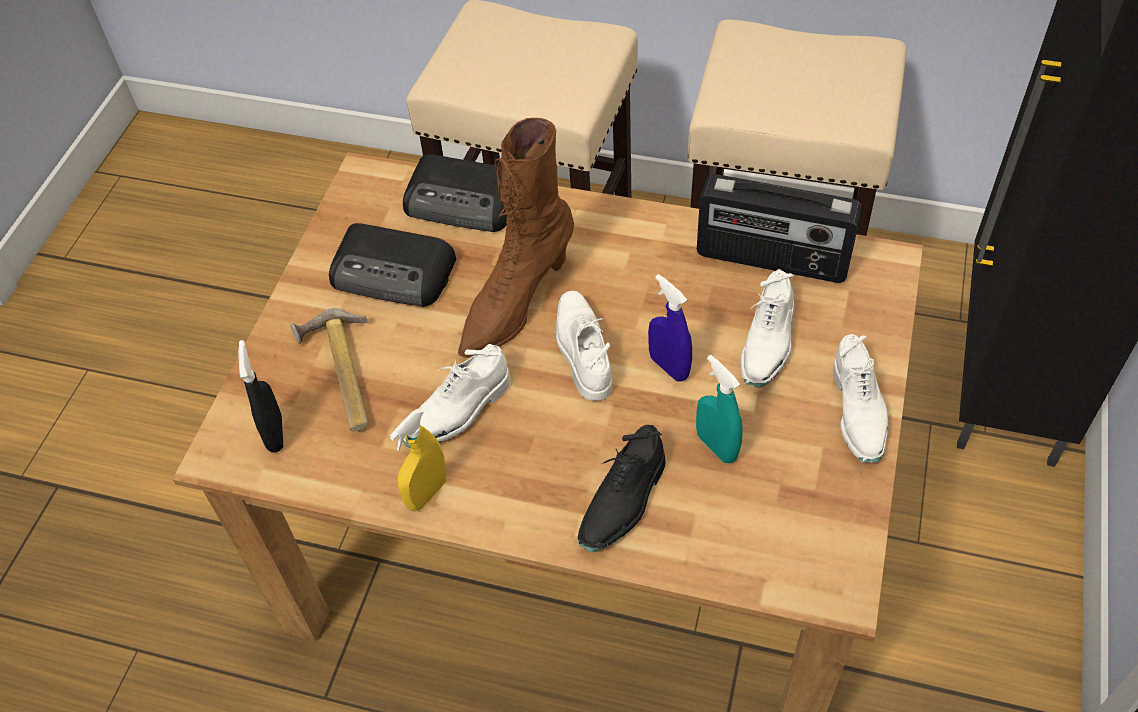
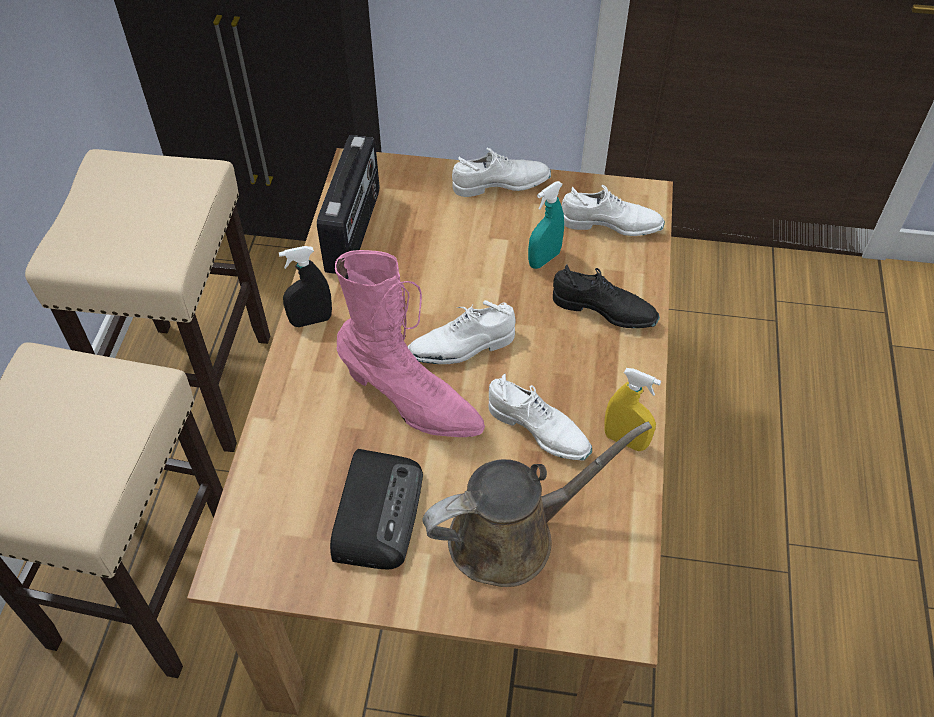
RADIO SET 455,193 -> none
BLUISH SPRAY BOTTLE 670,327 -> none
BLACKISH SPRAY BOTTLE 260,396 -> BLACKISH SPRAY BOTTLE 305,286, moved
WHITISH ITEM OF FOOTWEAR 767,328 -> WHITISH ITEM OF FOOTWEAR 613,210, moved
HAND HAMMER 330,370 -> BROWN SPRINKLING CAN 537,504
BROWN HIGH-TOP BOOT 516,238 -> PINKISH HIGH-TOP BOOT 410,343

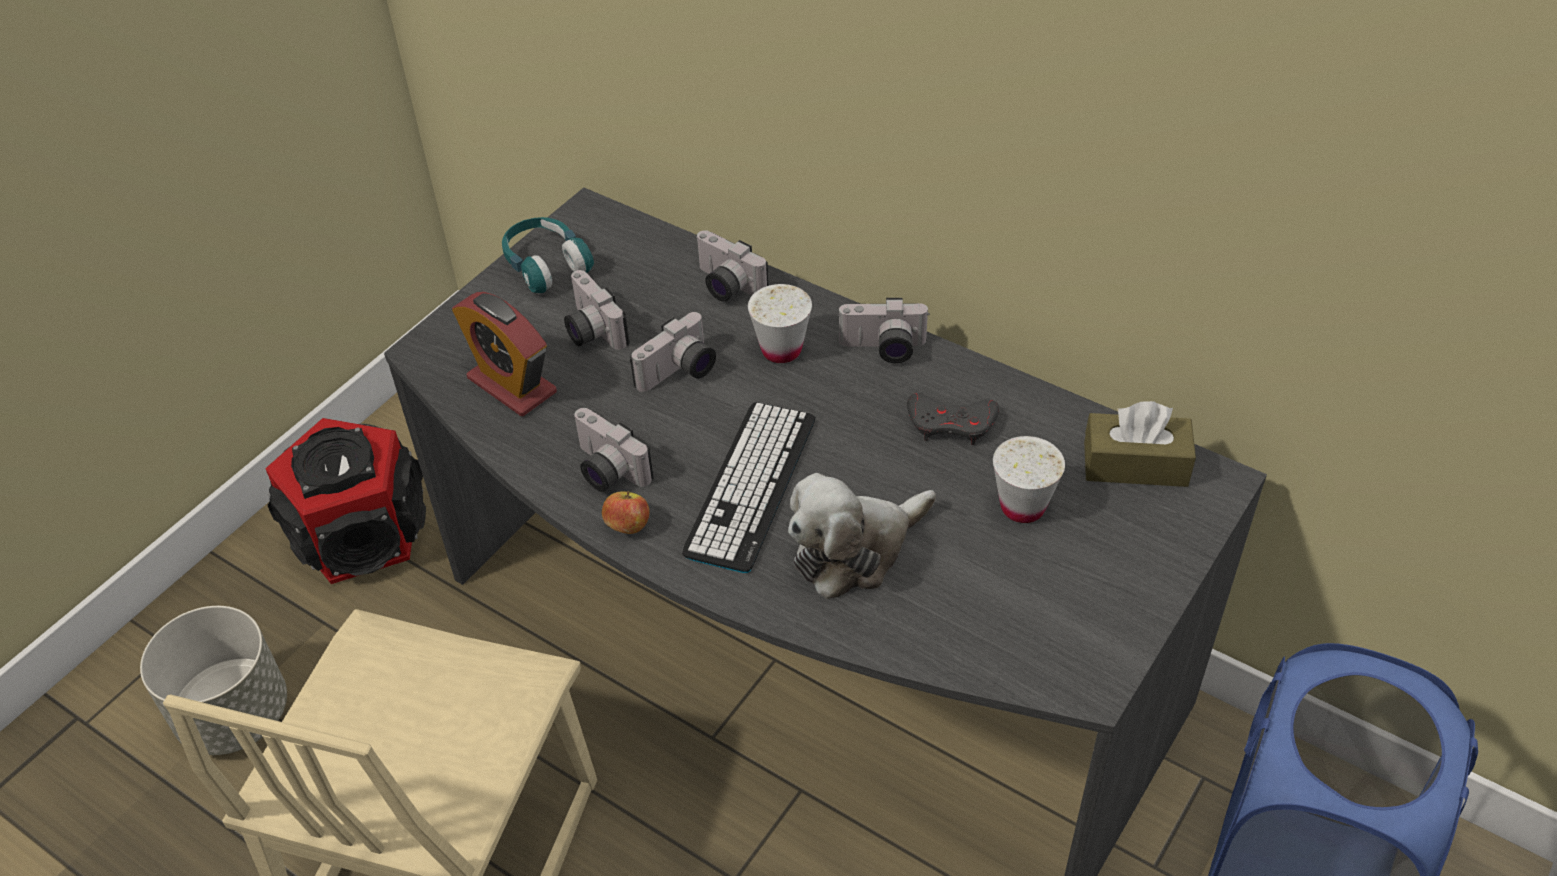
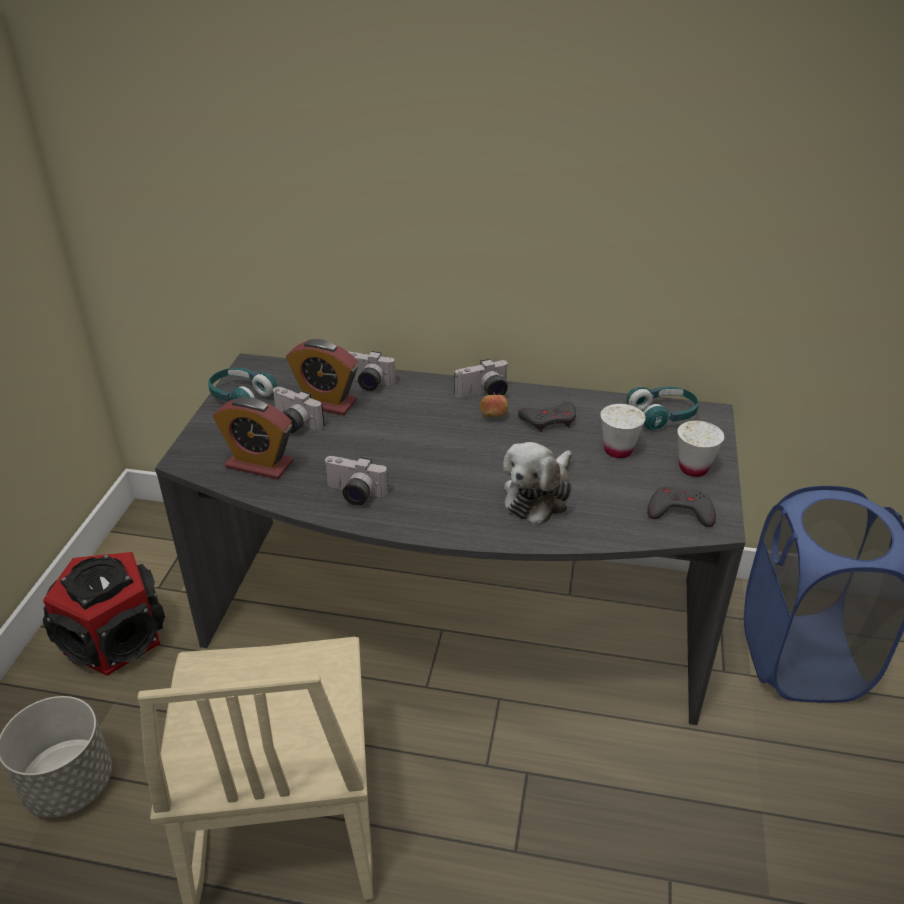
STILL CAMERA 673,352 -> none
PC KEYBOARD 748,487 -> none
none -> ALARM CLOCK 322,377
none -> GREYISH GAME CONTROLLER 681,507
APPLE 625,512 -> APPLE 494,404, moved
WHITISH DRINKING CUP 780,323 -> WHITISH DRINKING CUP 701,449, moved
BROWN BOX OF TISSUES 1140,444 -> TURQUOISE PAIR OF HEADPHONES 663,408

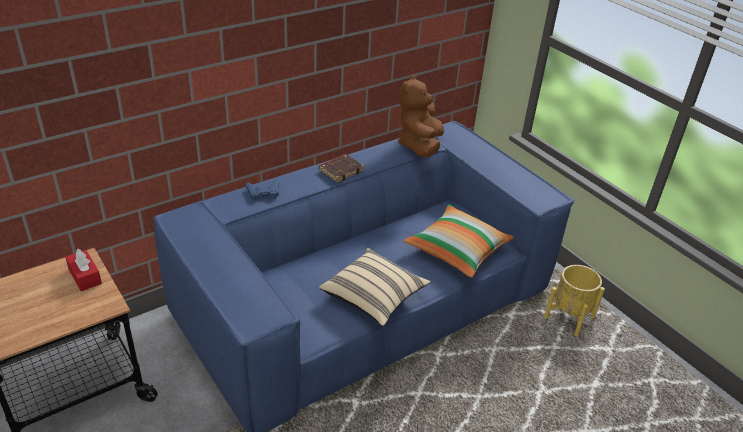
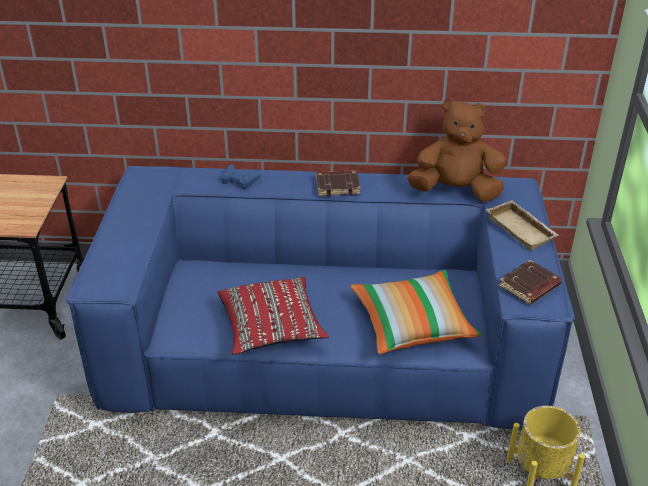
RED-COLOURED BOX OF TISSUES 83,270 -> none
none -> SAND-COLOURED TRAY 522,225
none -> BROWN BOUND BOOK 530,282
SAND-COLOURED CUSHION 374,287 -> RED-COLOURED CUSHION 273,316
BROWN PLUSH TOY 421,116 -> BROWN PLUSH TOY 456,150, 45 degrees clockwise

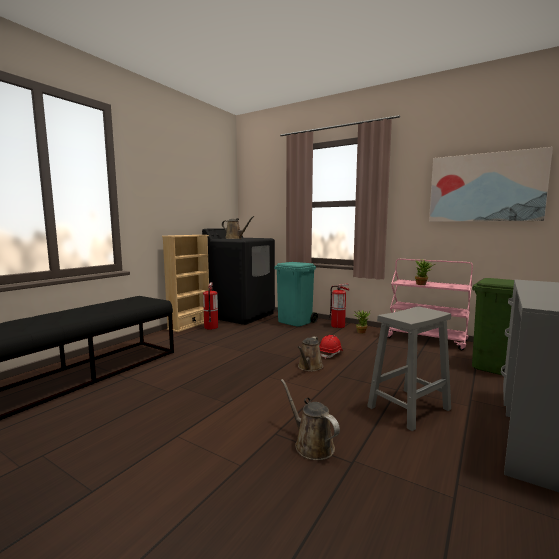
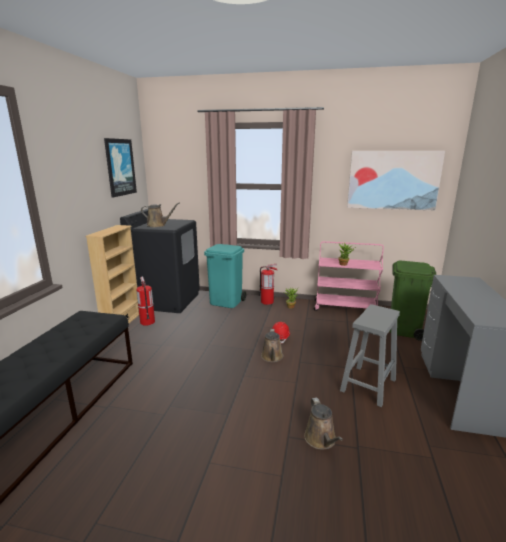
none -> WALL PICTURE 120,168
BROWN SPRINKLING CAN 310,419 -> BROWN SPRINKLING CAN 323,423, 135 degrees counterclockwise

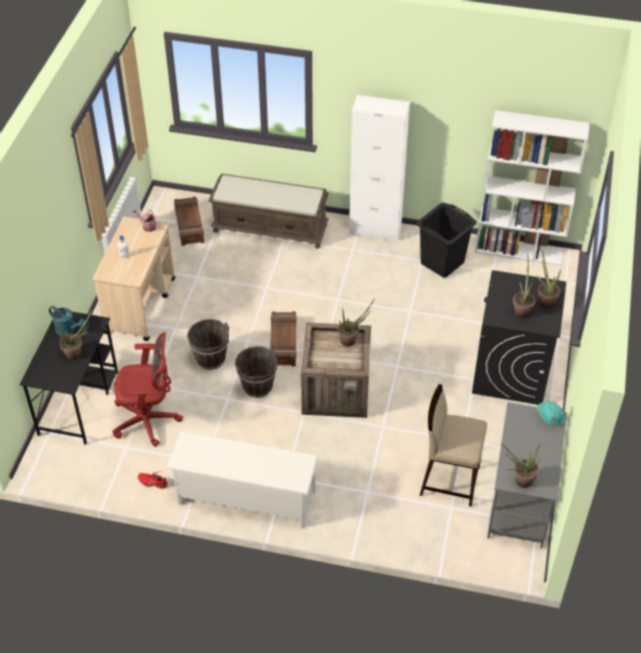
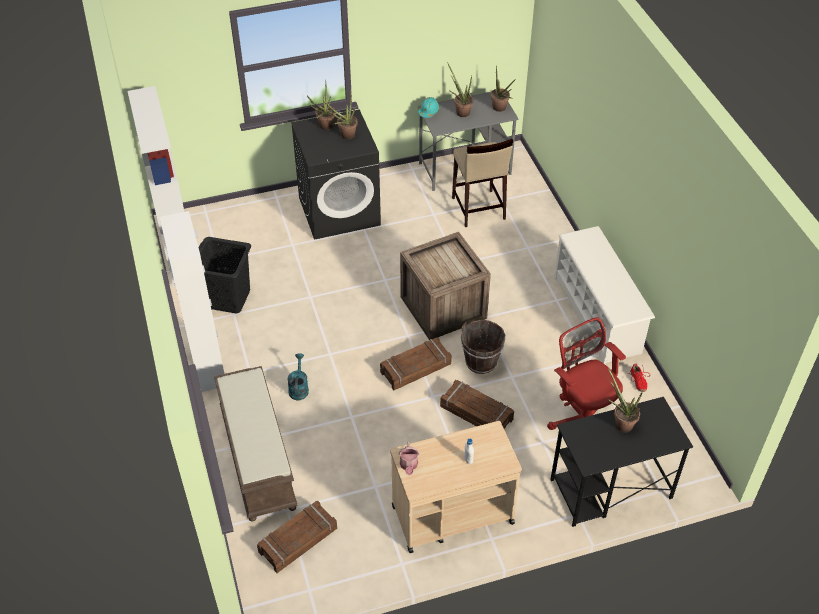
TURQUOISE SPRINKLING CAN 67,321 -> TURQUOISE SPRINKLING CAN 298,376, moved
HOUSEPLANT 356,322 -> HOUSEPLANT 460,89, moved
BROWN PAIL 208,344 -> SHIPPING CRATE 477,404

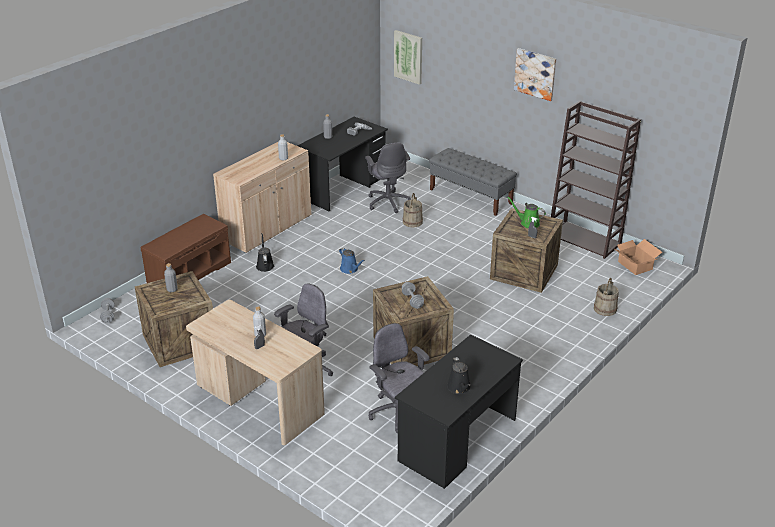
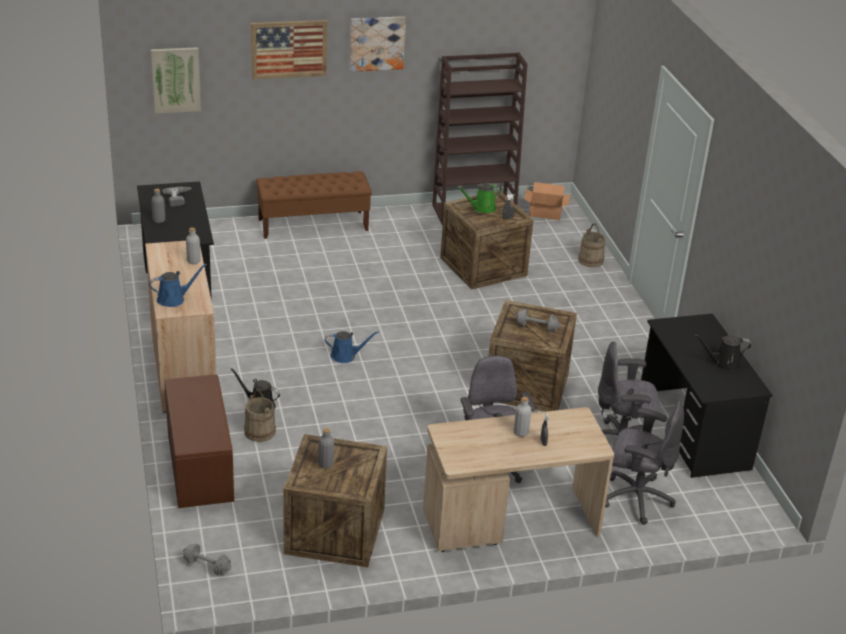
none -> BLUISH SPRINKLING CAN 178,285
none -> WALL PICTURE 289,49
GREYISH DESK CHAIR 388,178 -> GREYISH DESK CHAIR 644,463, moved
SAND-COLOURED PAIL 413,210 -> SAND-COLOURED PAIL 260,416, moved
GREYISH LONG SEAT 473,182 -> BROWN LONG SEAT 314,205
BLACKISH SPRINKLING CAN 459,375 -> BLACKISH SPRINKLING CAN 723,353, 150 degrees clockwise

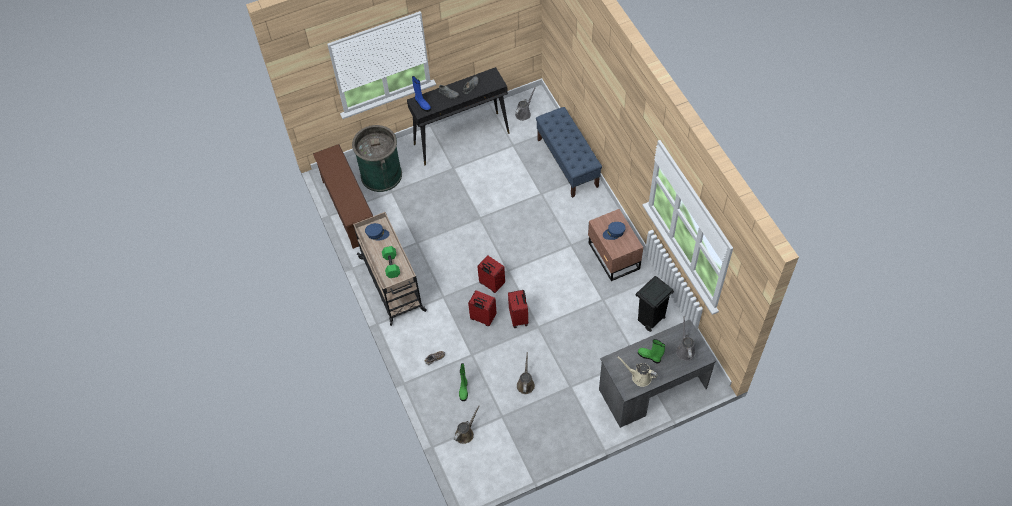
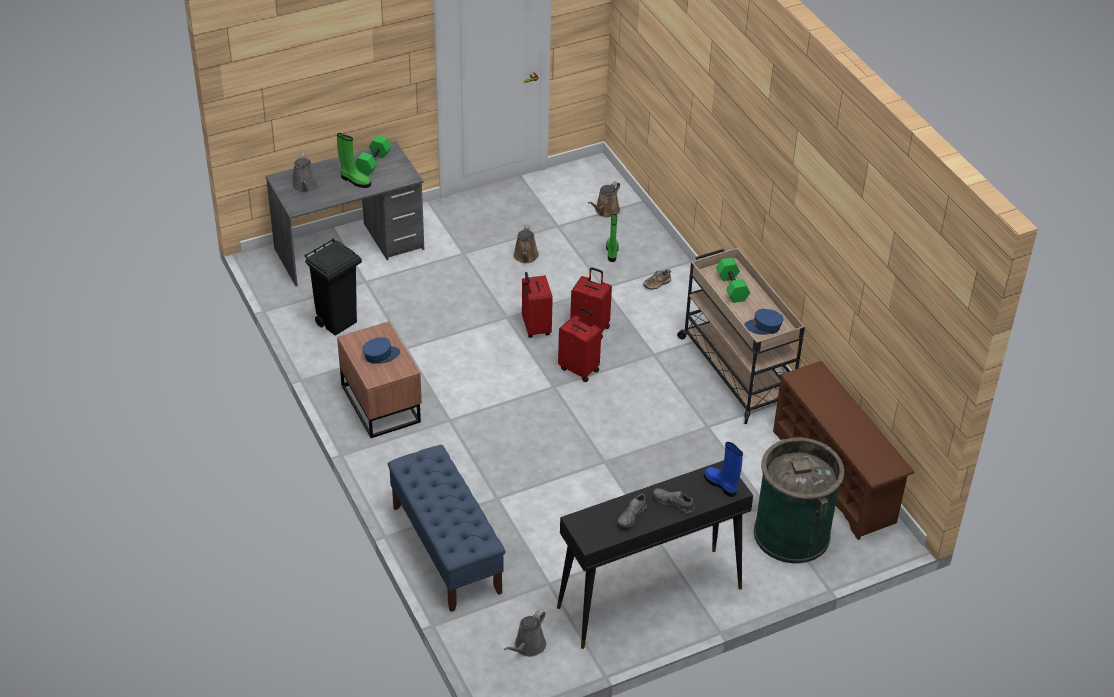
SAND-COLOURED SPRINKLING CAN 637,371 -> GREENISH DUMBBELL 373,155

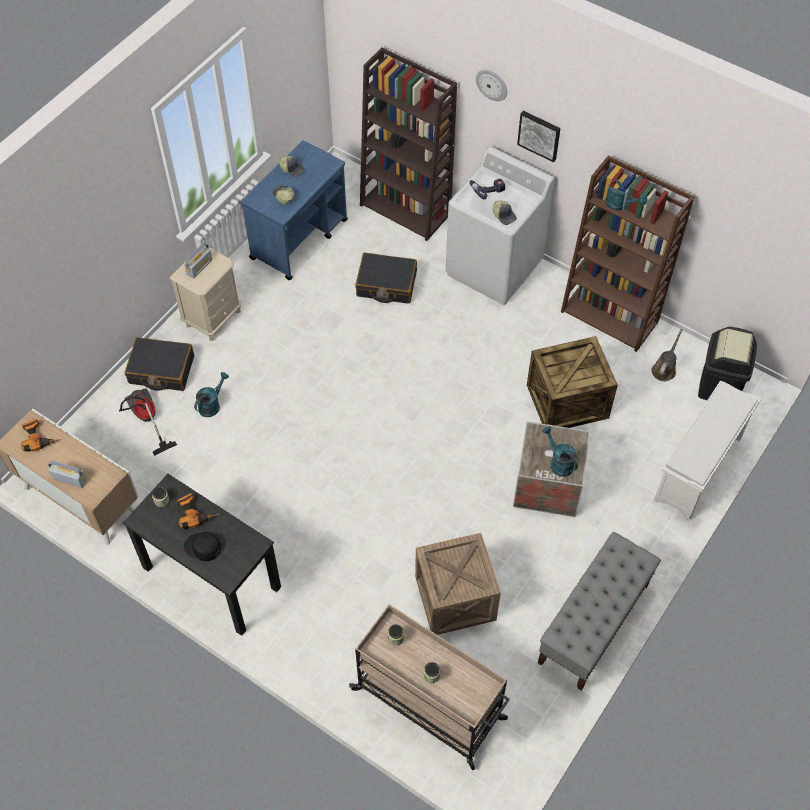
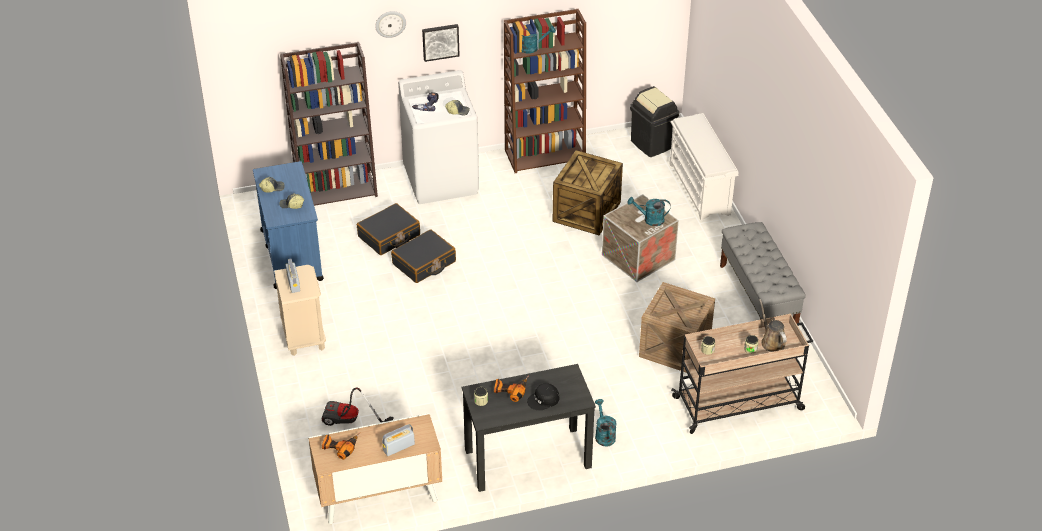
BLACKISH PIECE OF LUGGAGE 159,364 -> BLACKISH PIECE OF LUGGAGE 423,256, moved
TURQUOISE SPRINKLING CAN 211,394 -> TURQUOISE SPRINKLING CAN 606,423, moved
BROWN SPRINKLING CAN 667,355 -> BROWN SPRINKLING CAN 773,325, moved

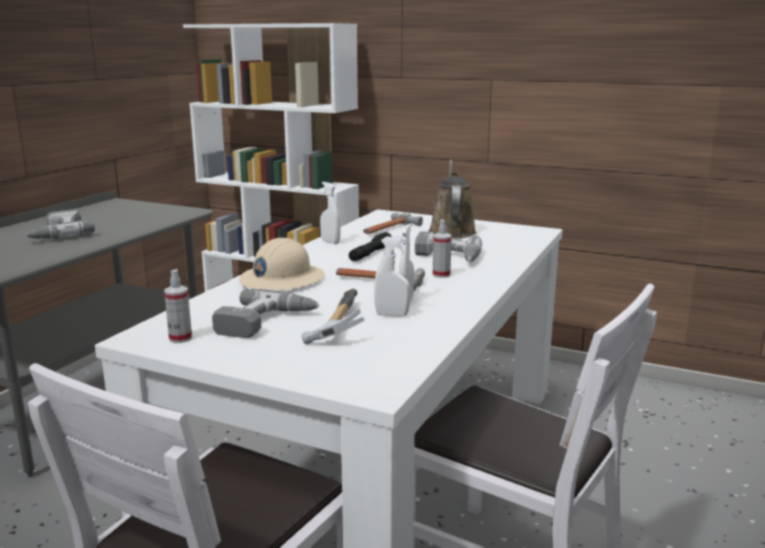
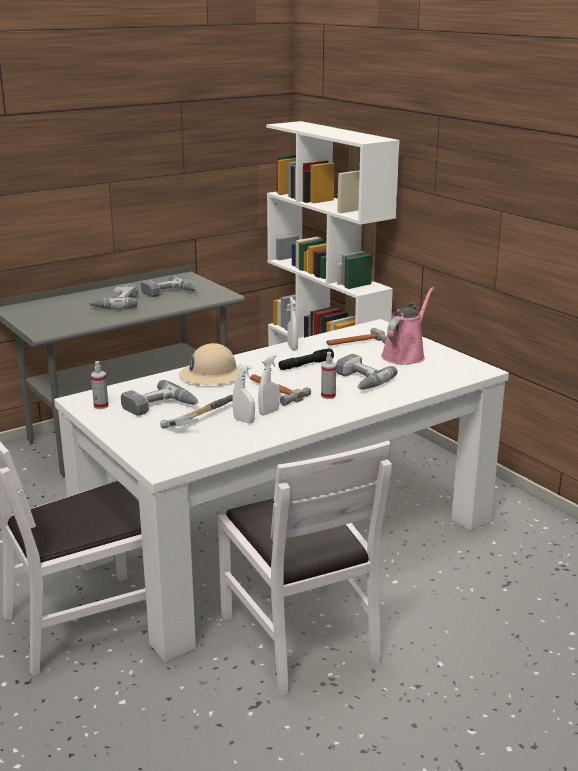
none -> POWER DRILL 169,286
BROWN SPRINKLING CAN 452,199 -> PINKISH SPRINKLING CAN 407,326

